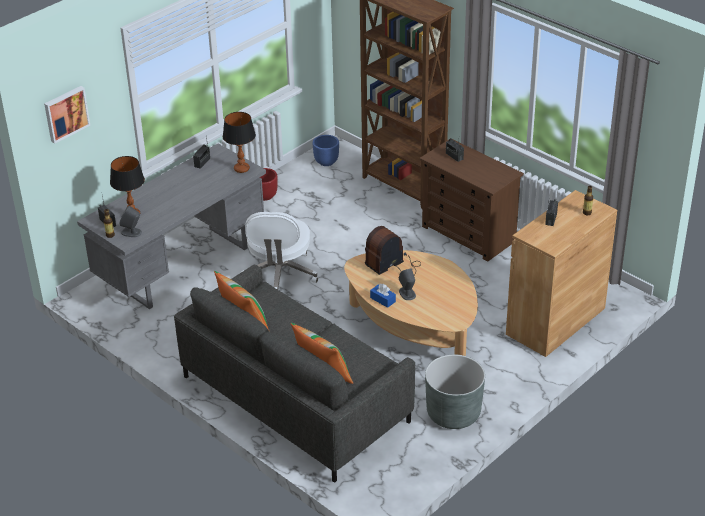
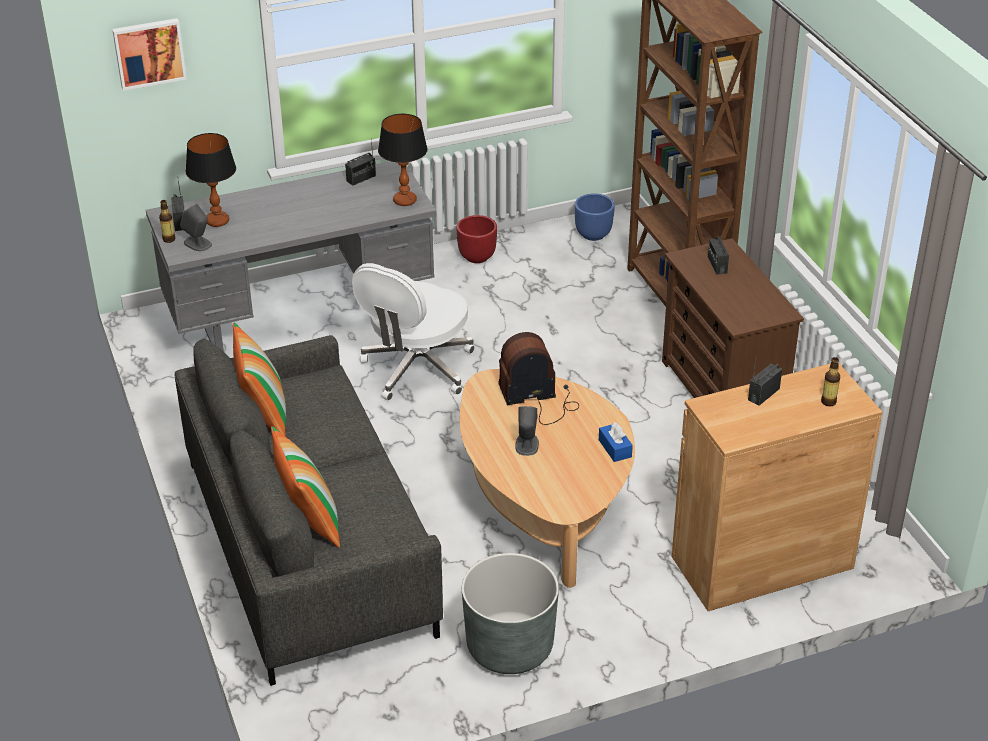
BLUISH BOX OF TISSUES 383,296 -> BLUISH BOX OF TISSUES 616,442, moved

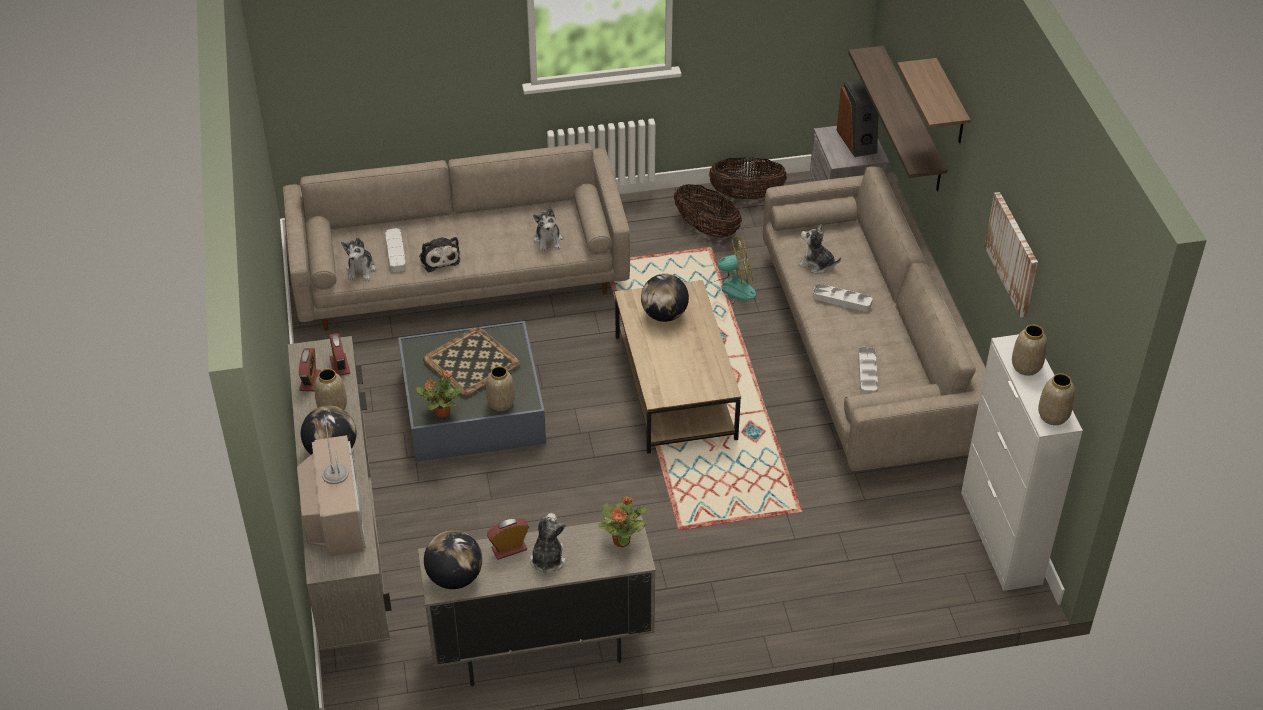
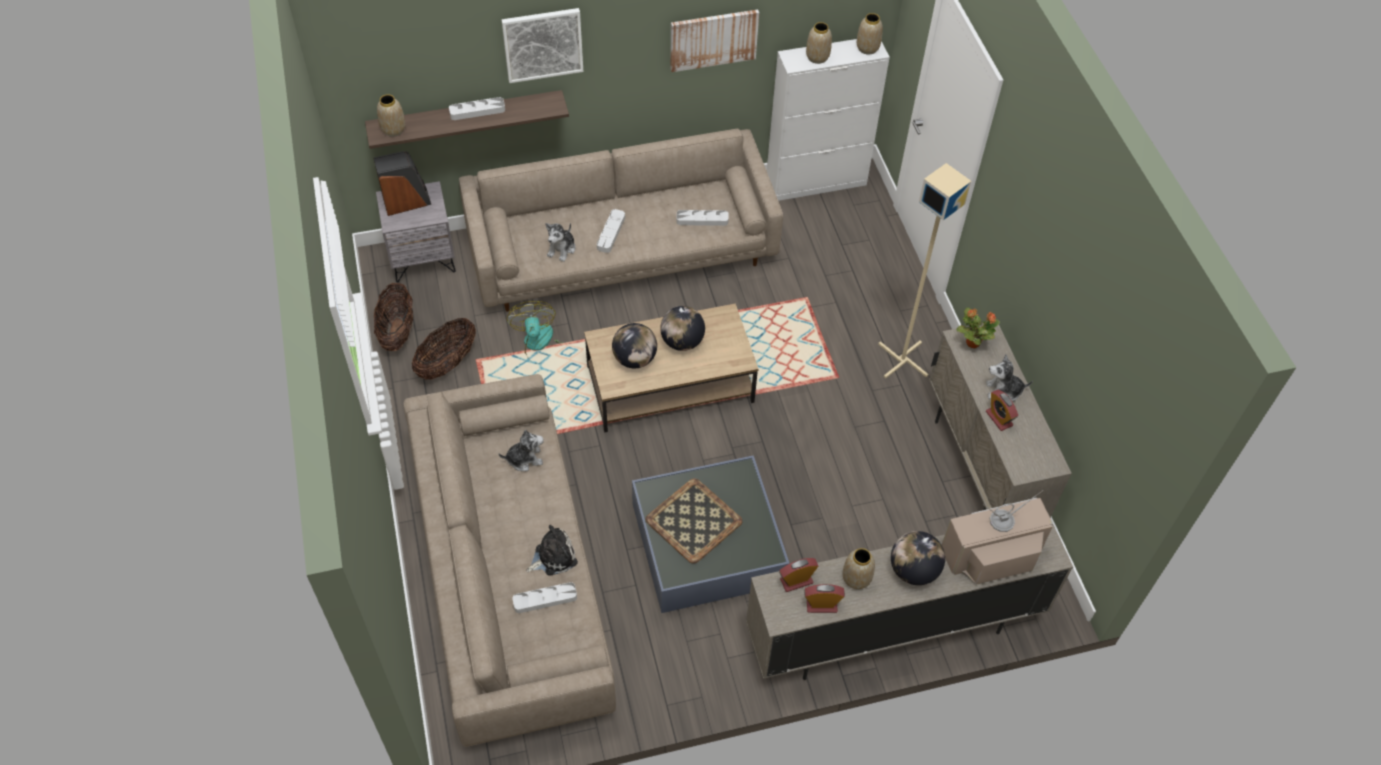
PLUSH TOY 358,259 -> none
HOUSEPLANT 439,394 -> none
none -> GREYISH TRAY 477,108
none -> SAND-COLOURED STANDING LAMP 924,270
GLOBE 453,559 -> GLOBE 682,328, moved
VASE 500,388 -> VASE 391,115, moved
BRACKET SHELF 933,100 -> WALL PICTURE 542,45

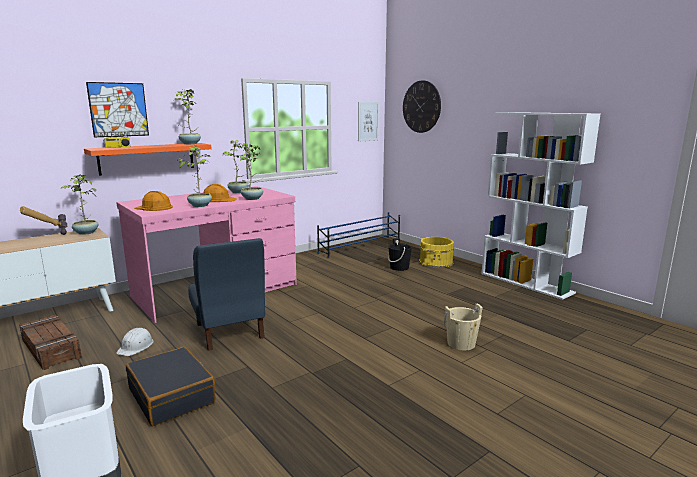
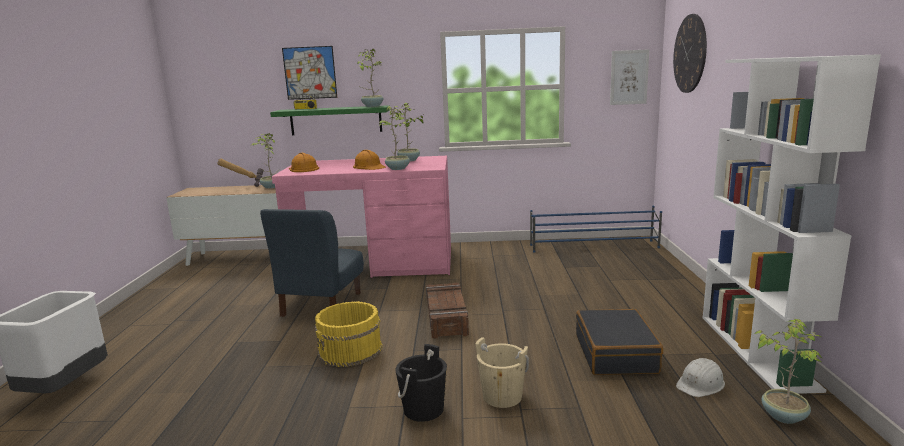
SHIPPING CRATE 50,342 -> SHIPPING CRATE 447,310, moved
WHITISH HARD HAT 135,342 -> WHITISH HARD HAT 700,377, moved
BLACKISH PIECE OF LUGGAGE 170,386 -> BLACKISH PIECE OF LUGGAGE 619,342, moved
HOUSEPLANT 195,177 -> HOUSEPLANT 788,371, moved
BLACKISH PAIL 400,254 -> BLACKISH PAIL 421,383, moved
YELLOWISH PAIL 436,252 -> YELLOWISH PAIL 348,334, moved
ORANGE BRACKET SHELF 148,159 -> GREENISH BRACKET SHELF 330,120

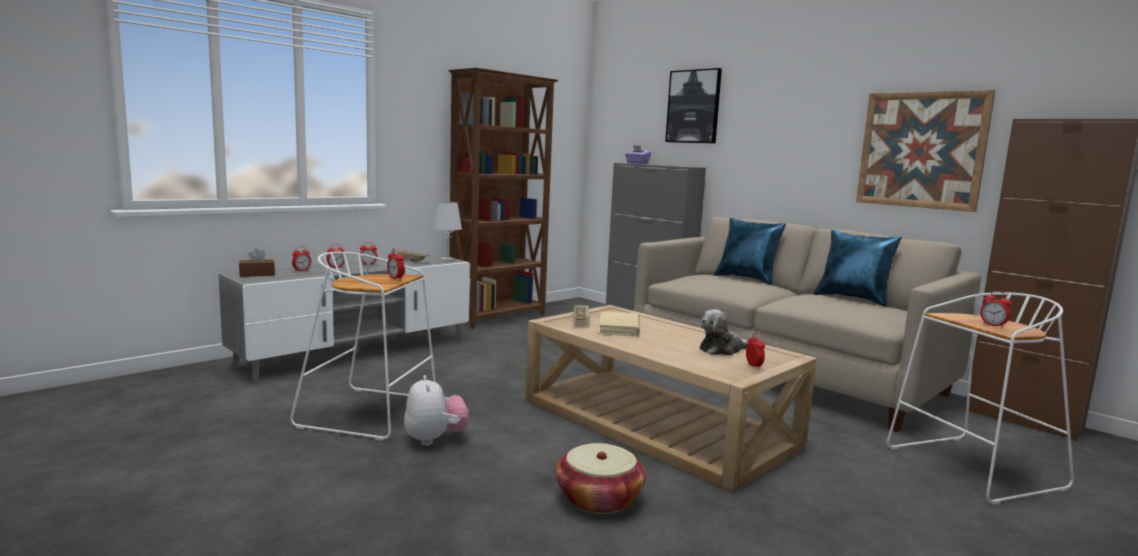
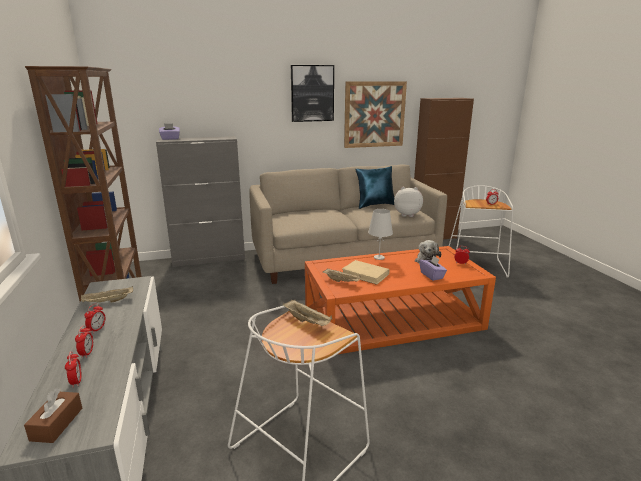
HOUSEHOLD BASKET 600,478 -> none
BLUISH CUSHION 750,251 -> none
none -> PURPLISH BOX OF TISSUES 433,268
PLUSH TOY 436,410 -> PLUSH TOY 408,202, moved
WHITISH TABLE LAMP 447,231 -> WHITISH TABLE LAMP 380,234, moved
WALL PICTURE 693,106 -> WALL PICTURE 312,93, moved
ALARM CLOCK 396,264 -> SAND-COLOURED TRAY 307,313
SAND-COLOURED LOUNGE TABLE 671,398 -> ORANGE LOUNGE TABLE 400,300

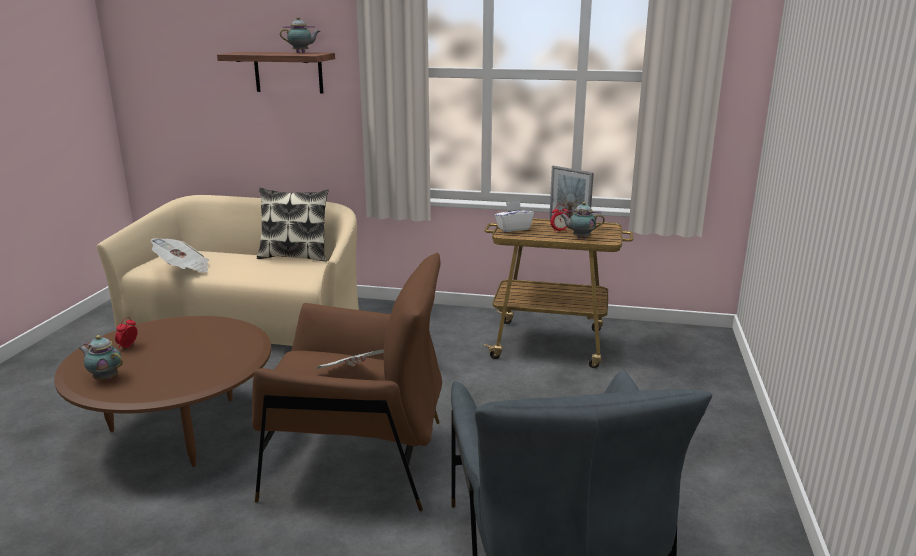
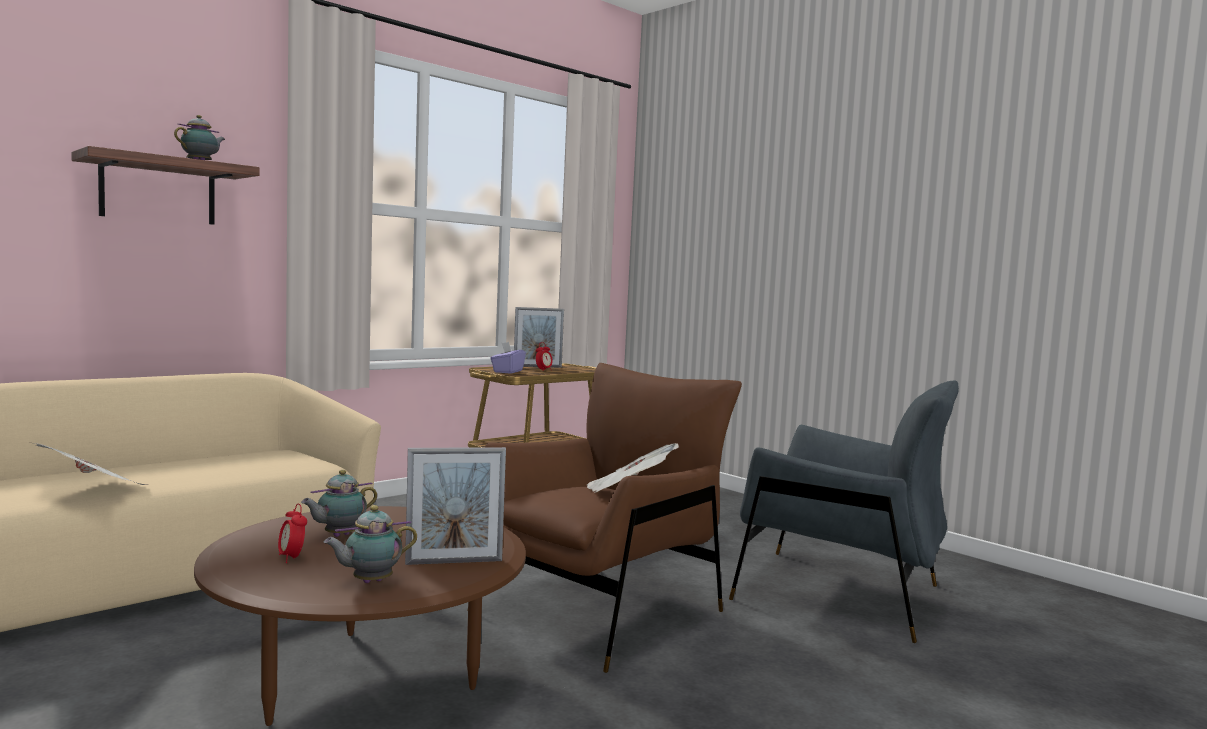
CUSHION 292,224 -> none
none -> STANDING FRAME 455,506
TEAPOT 582,220 -> TEAPOT 339,503, moved
WHITISH BOX OF TISSUES 514,216 -> PURPLISH BOX OF TISSUES 508,358

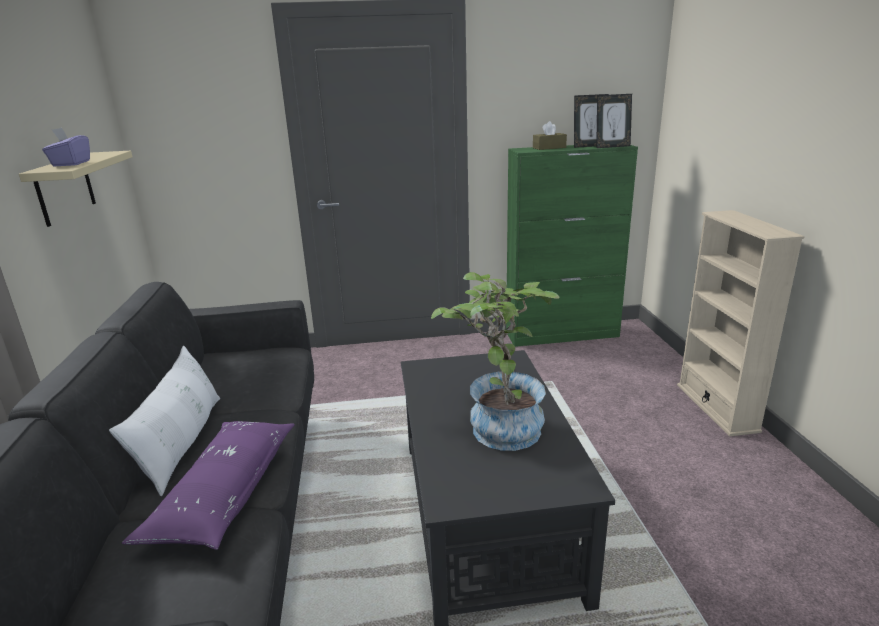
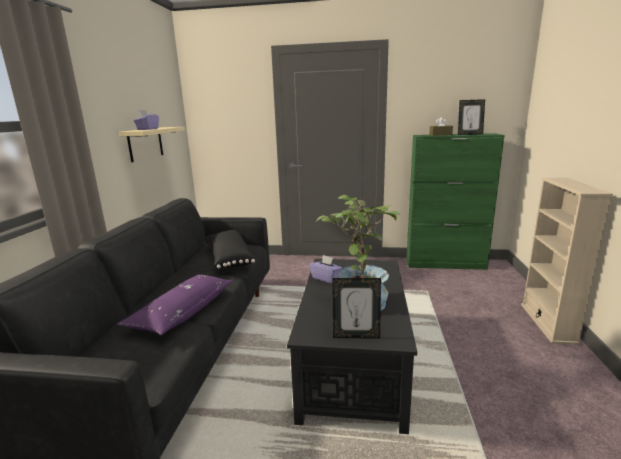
WHITISH CUSHION 164,421 -> none
none -> BLACKISH CUSHION 229,249
none -> PURPLISH BOX OF TISSUES 326,269
STANDING FRAME 614,121 -> STANDING FRAME 356,308, moved

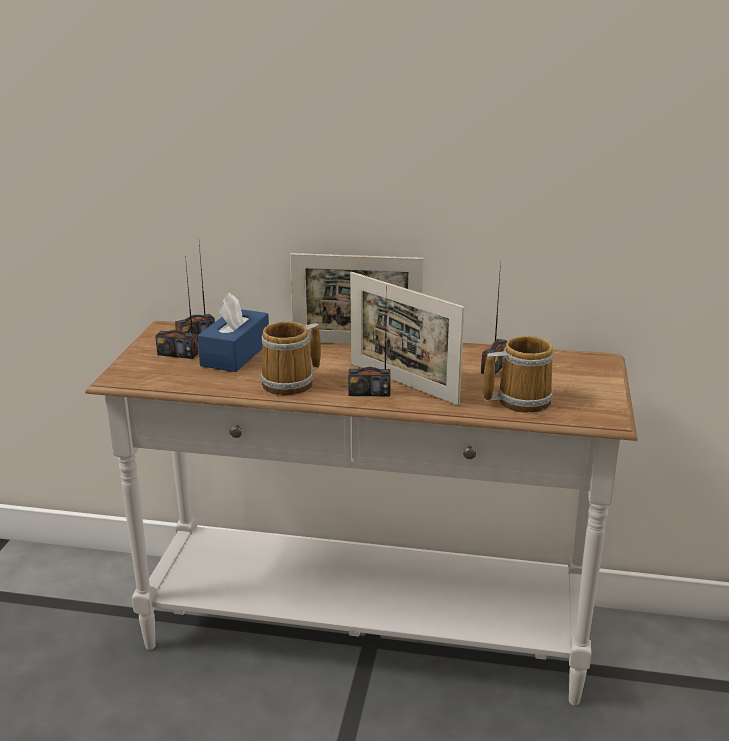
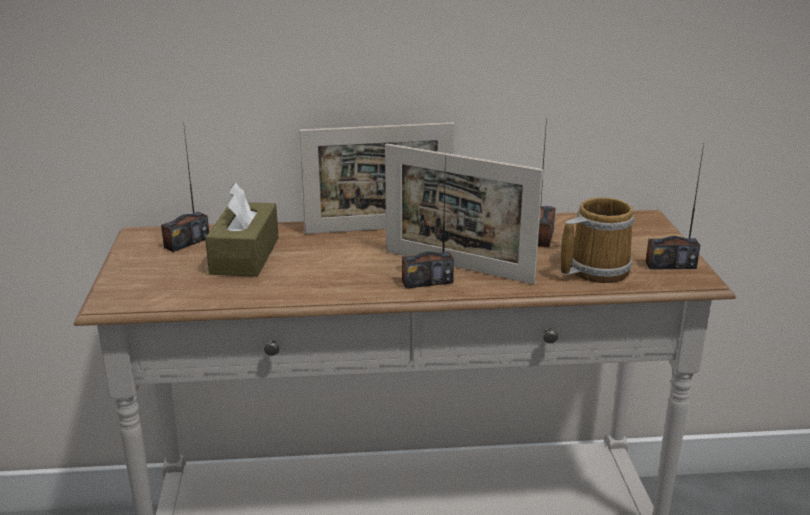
TEA MUG 291,358 -> none
RADIO SET 176,307 -> RADIO SET 674,207, moved
BLUISH BOX OF TISSUES 233,332 -> BROWN BOX OF TISSUES 242,229

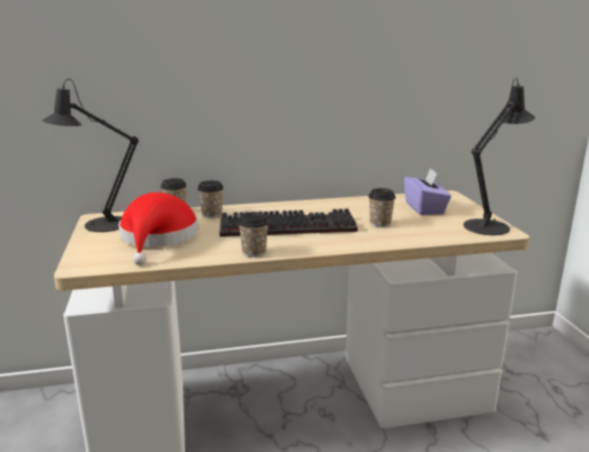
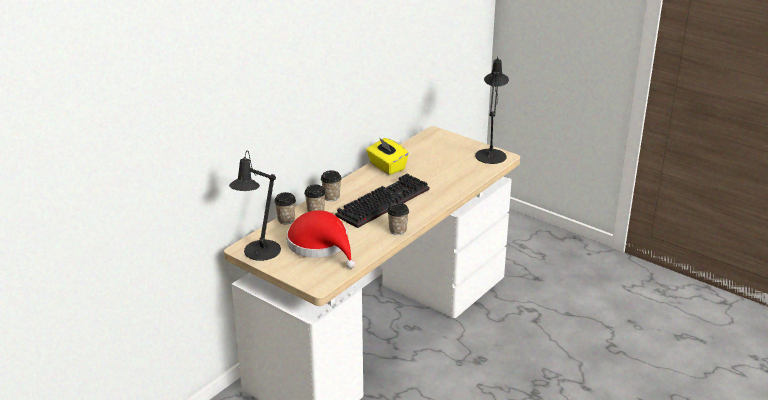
PURPLISH BOX OF TISSUES 427,191 -> none
none -> YELLOWISH BOX OF TISSUES 387,156
DRINKING CUP 382,207 -> DRINKING CUP 331,185, moved

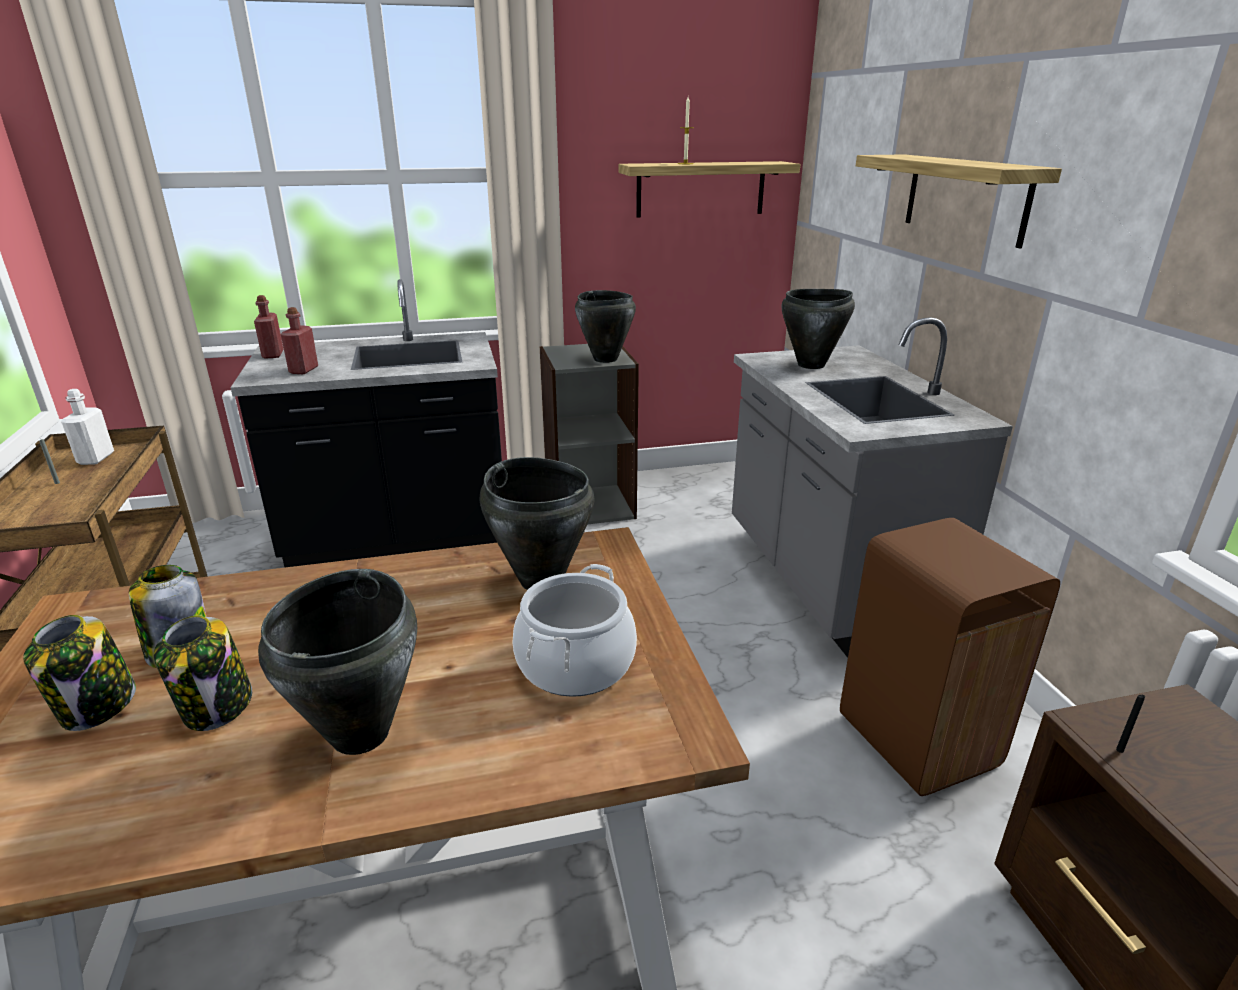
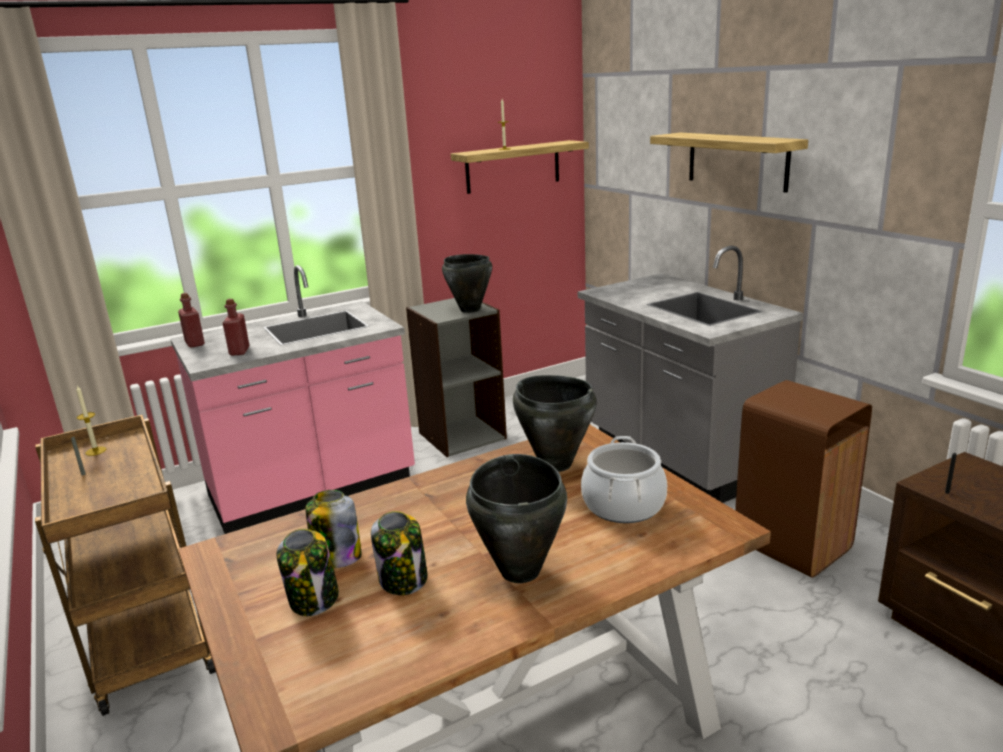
BLACKISH STOCKPOT 818,329 -> none
WHITISH BEVERAGE BOTTLE 87,427 -> WAX CANDLE 91,420
BLACKISH KITCHEN COUNTER 366,423 -> PINKISH KITCHEN COUNTER 292,399

